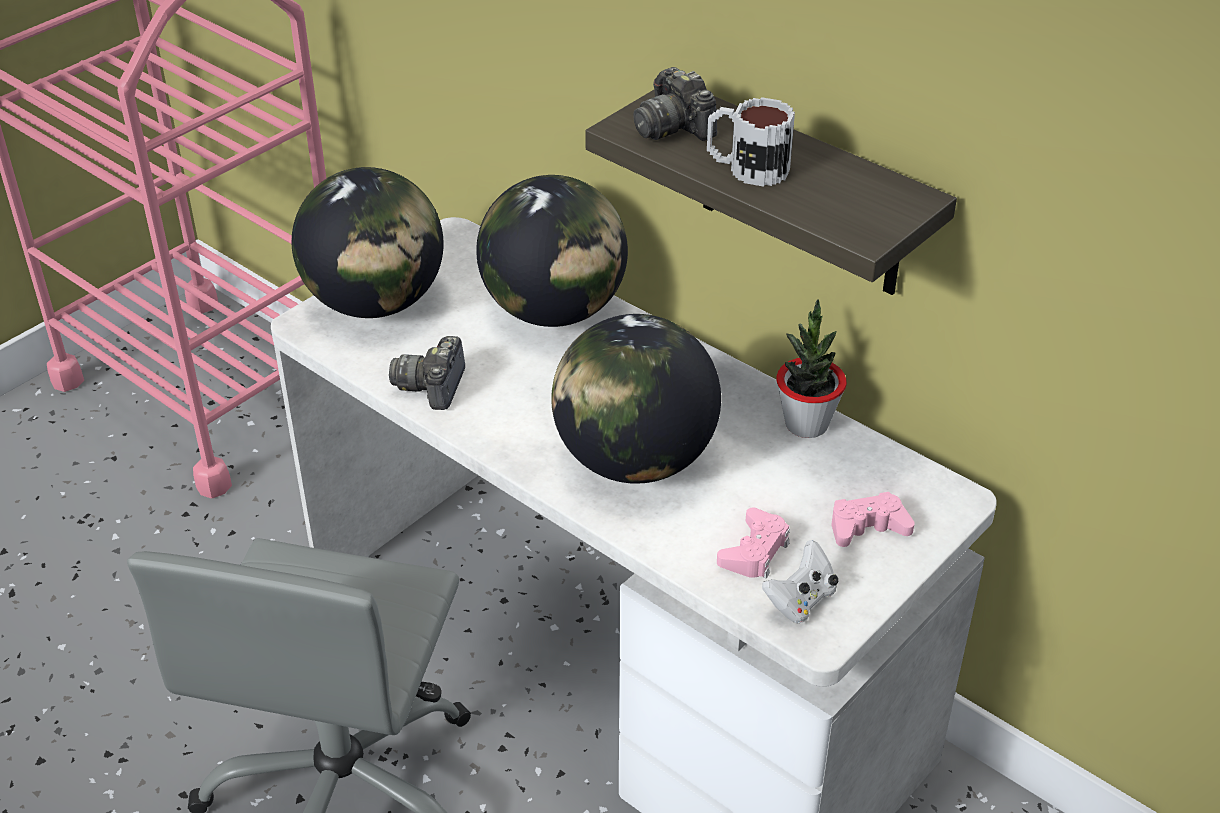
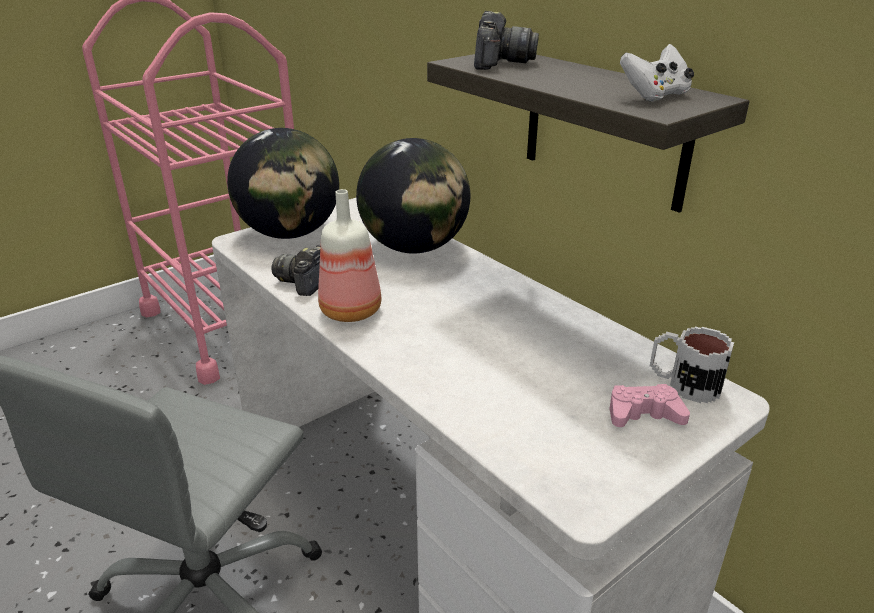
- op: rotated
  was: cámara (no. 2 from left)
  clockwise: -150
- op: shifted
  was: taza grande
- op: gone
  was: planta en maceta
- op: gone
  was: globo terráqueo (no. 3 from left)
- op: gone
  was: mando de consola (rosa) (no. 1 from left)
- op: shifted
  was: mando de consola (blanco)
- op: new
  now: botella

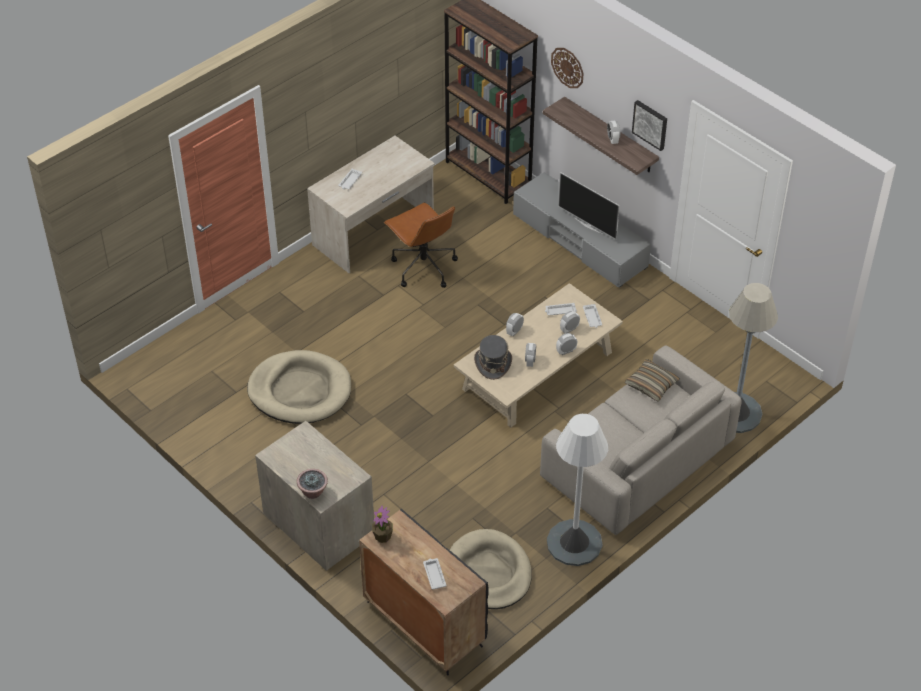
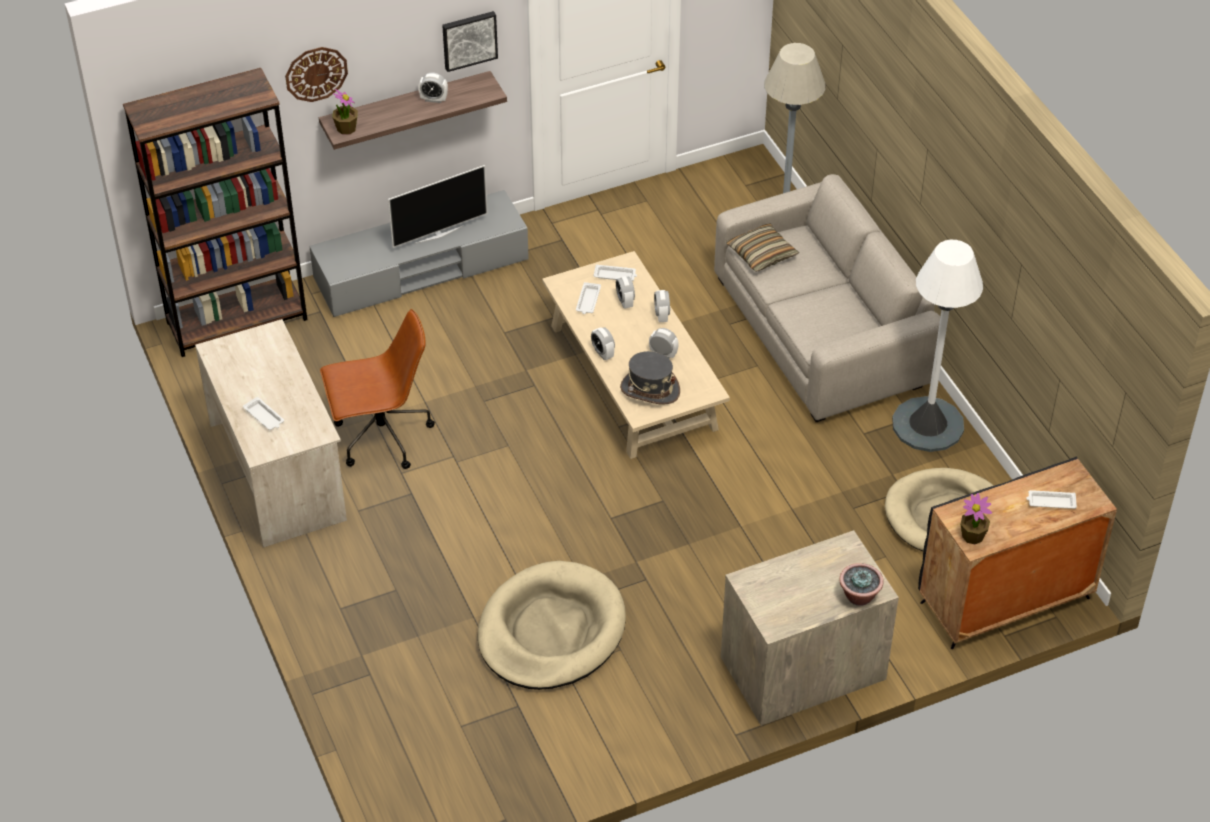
- op: new
  now: planta en maceta (no. 1 from left)

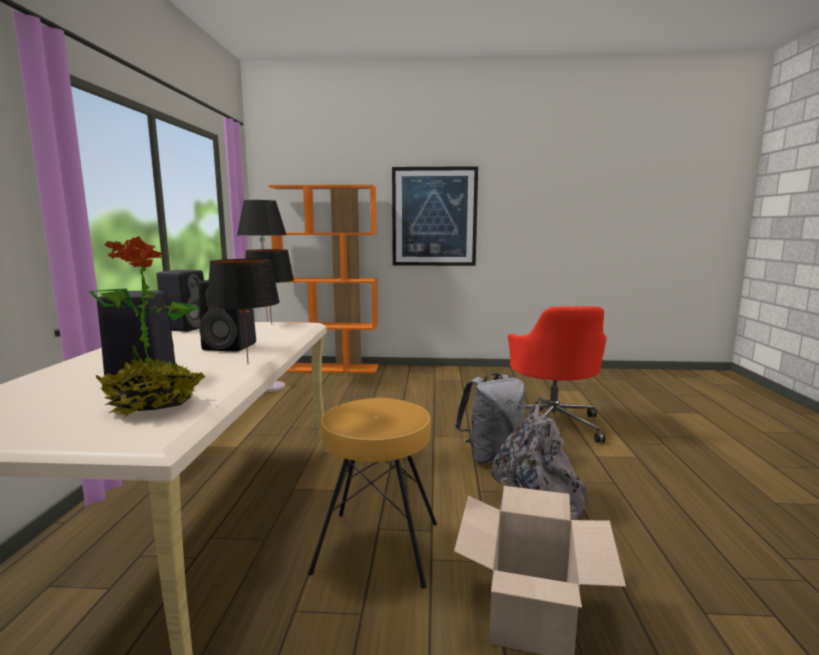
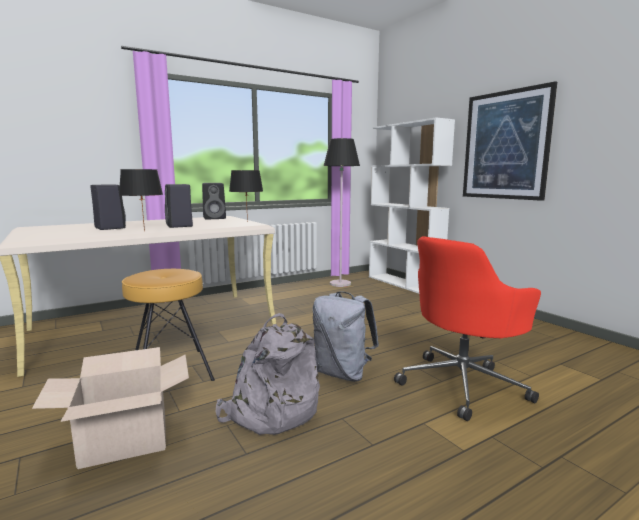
- op: repainted
  was: estantería (naranja)
  now: estantería (blanco)
- op: gone
  was: planta en maceta

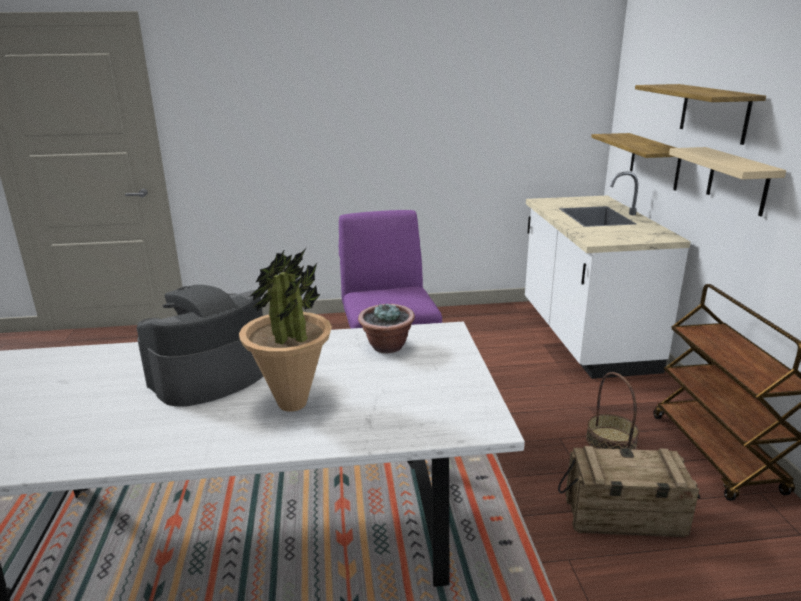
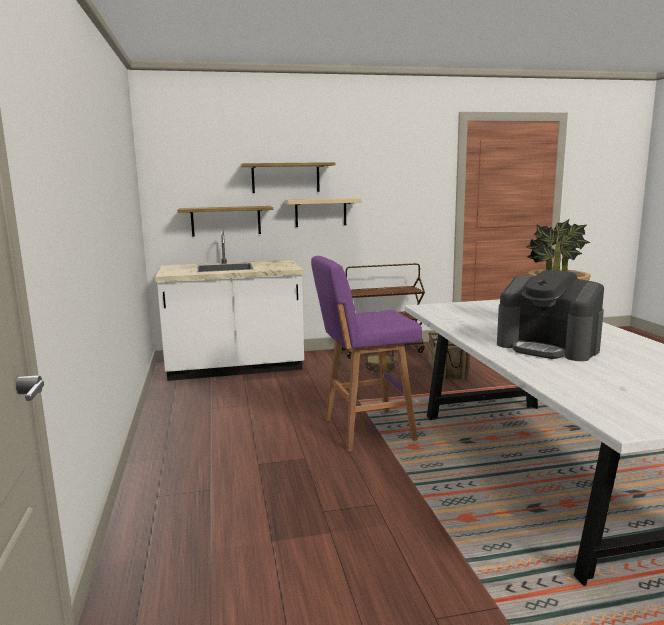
- op: gone
  was: planta en maceta (no. 2 from left)

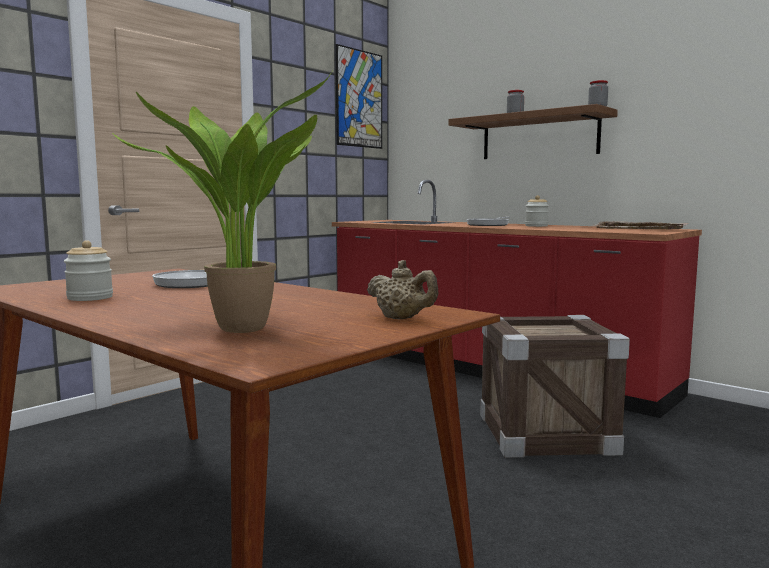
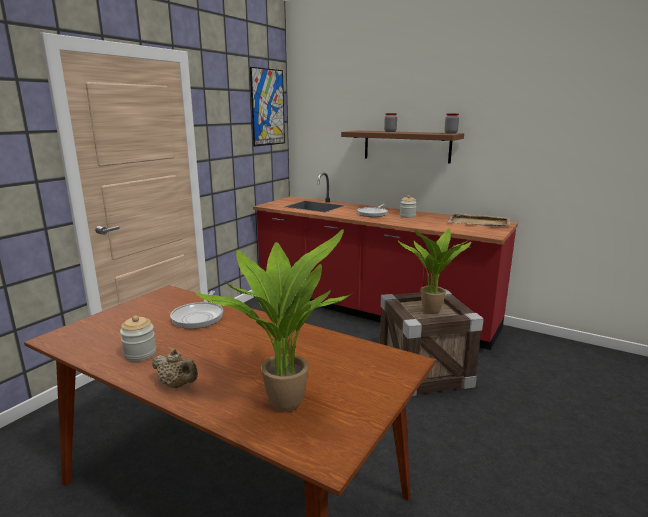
- op: shifted
  was: tetera (beis)
- op: new
  now: planta en maceta (no. 2 from left)

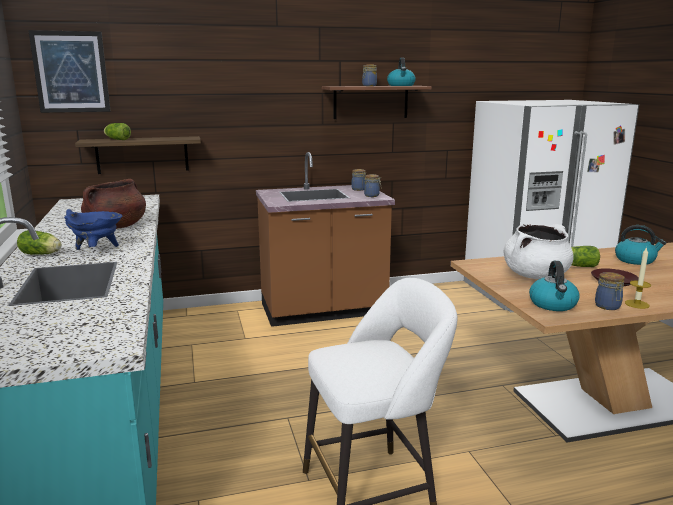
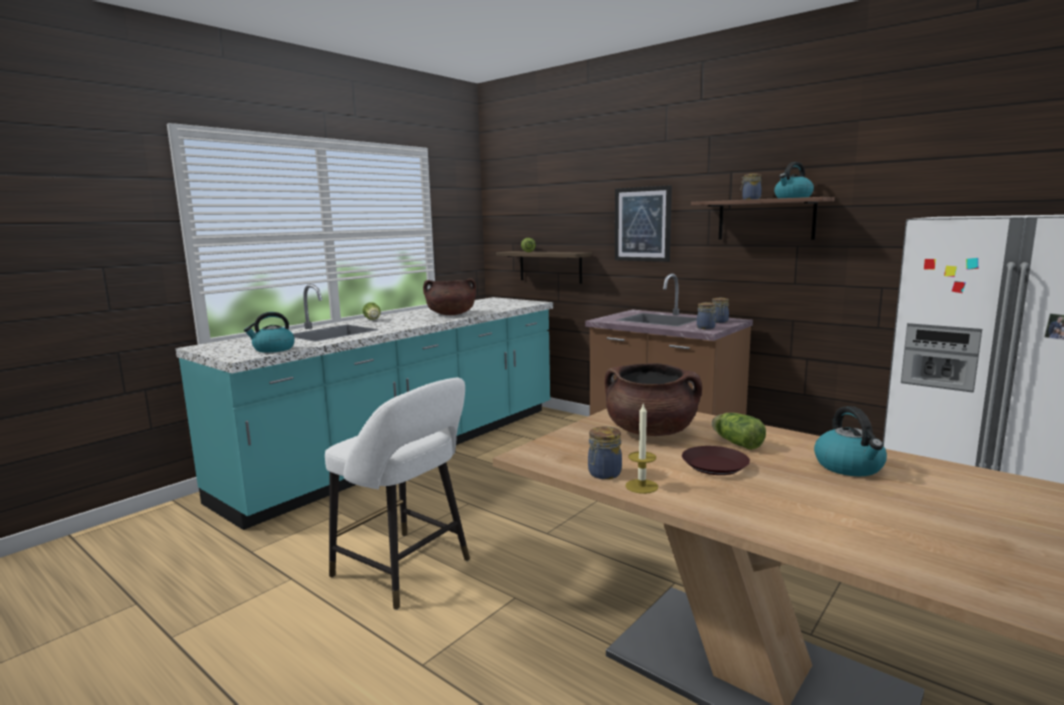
- op: shifted
  was: cuadro
- op: gone
  was: olla (azul)
- op: repainted
  was: olla (blanco)
  now: olla (marrón) (no. 2 from left)
- op: shifted
  was: hervidor (no. 2 from left in the first image)
  now: hervidor (no. 1 from left)

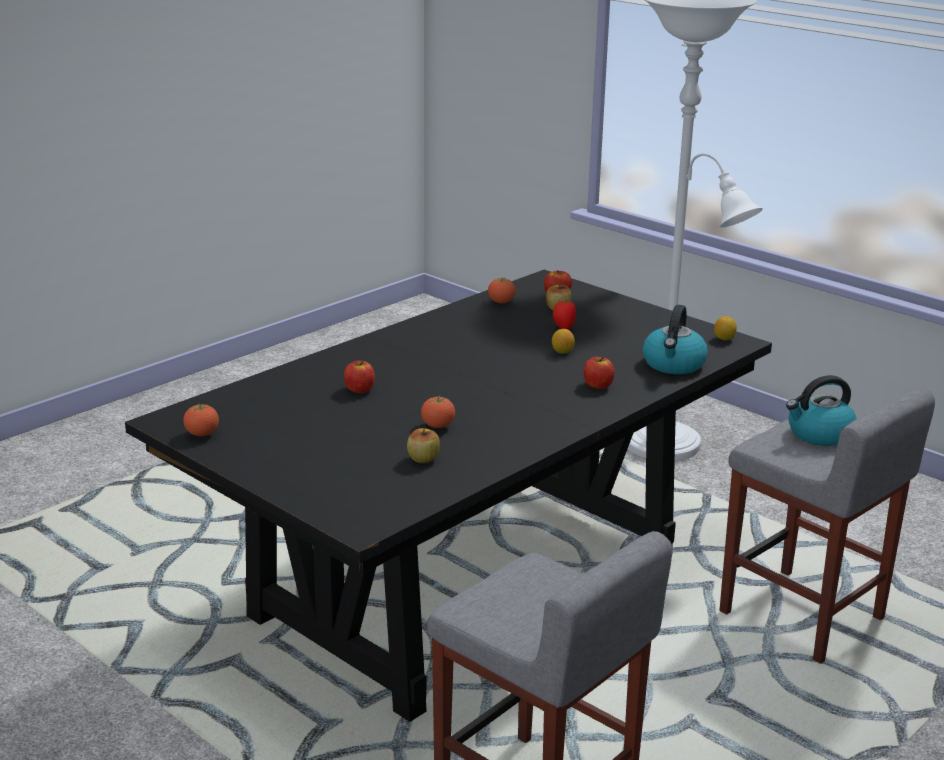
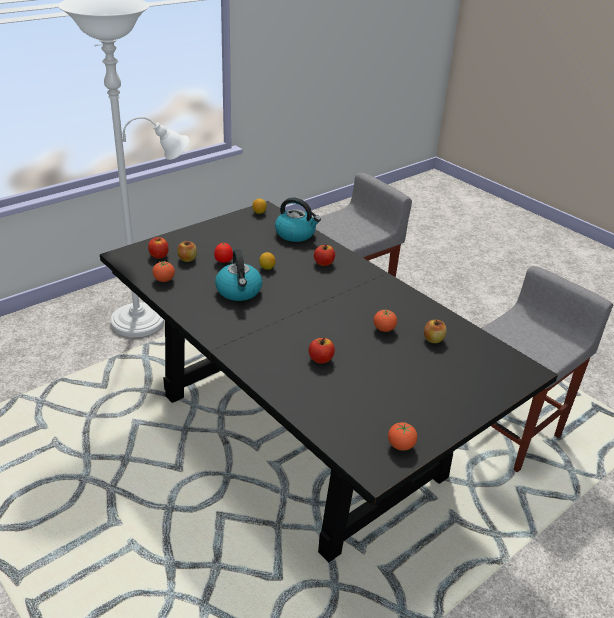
- op: shifted
  was: hervidor (no. 2 from left in the first image)
  now: hervidor (no. 1 from left)

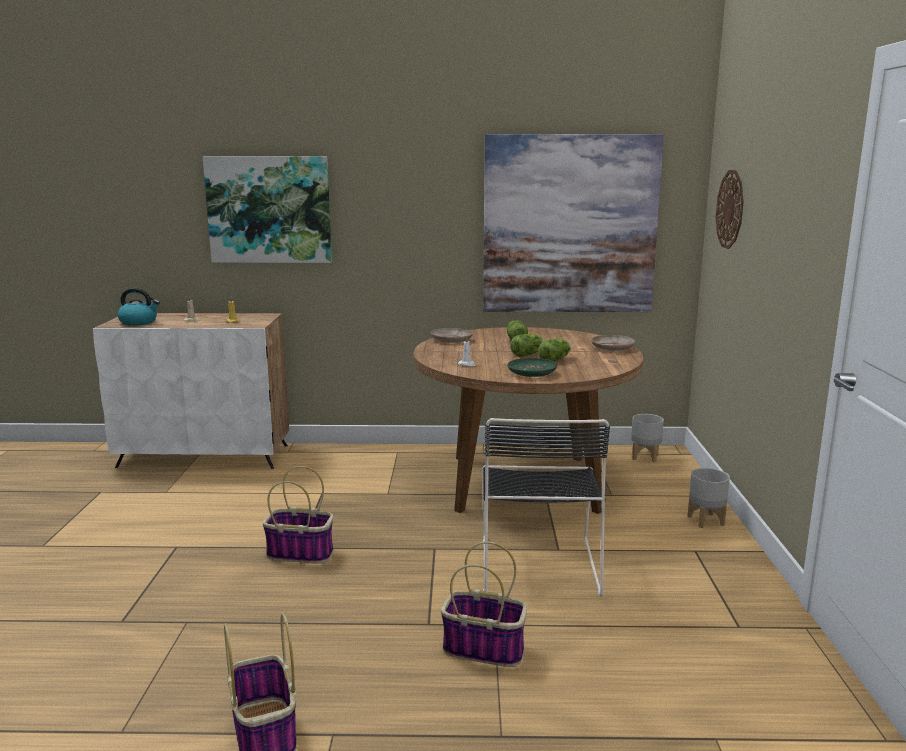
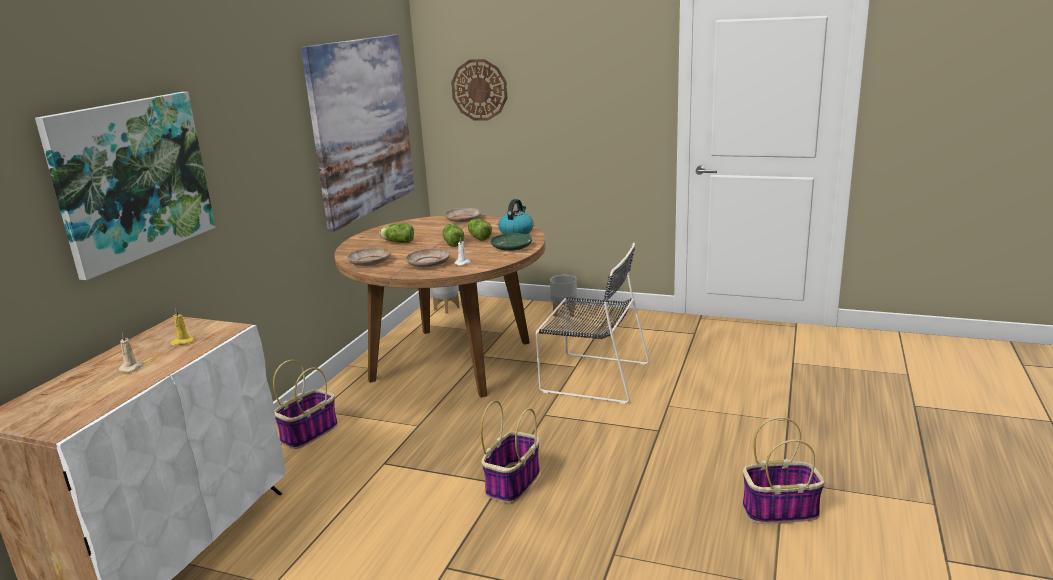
- op: shifted
  was: hervidor
- op: shifted
  was: cesta (no. 3 from left in the first image)
  now: cesta (no. 1 from left)
- op: new
  now: plato (beis) (no. 2 from left)

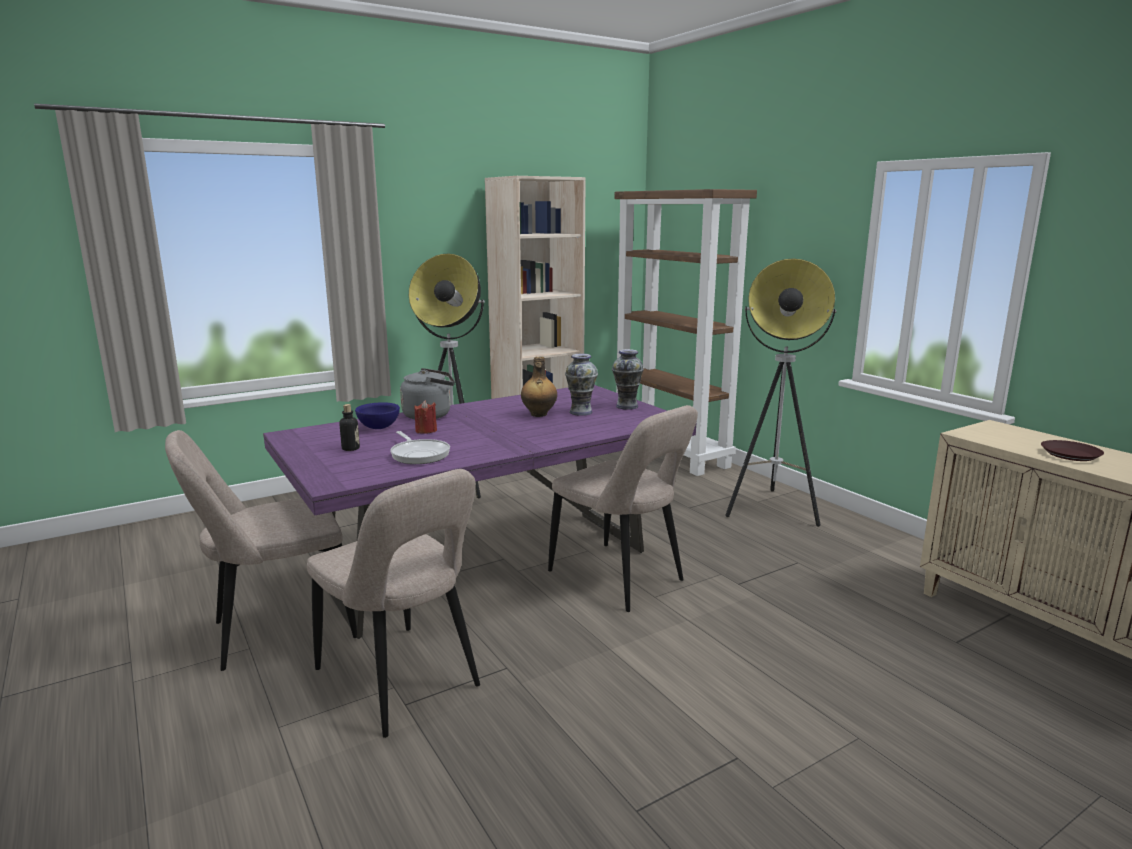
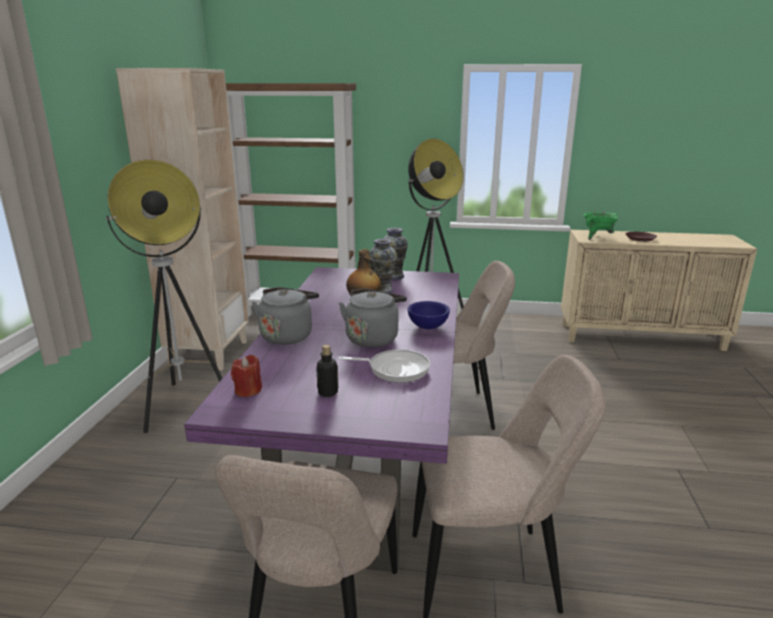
- op: shifted
  was: vela (rojo)
- op: shifted
  was: cuenco (azul)
- op: new
  now: olla (verde)
- op: new
  now: hervidor (gris) (no. 2 from left)

